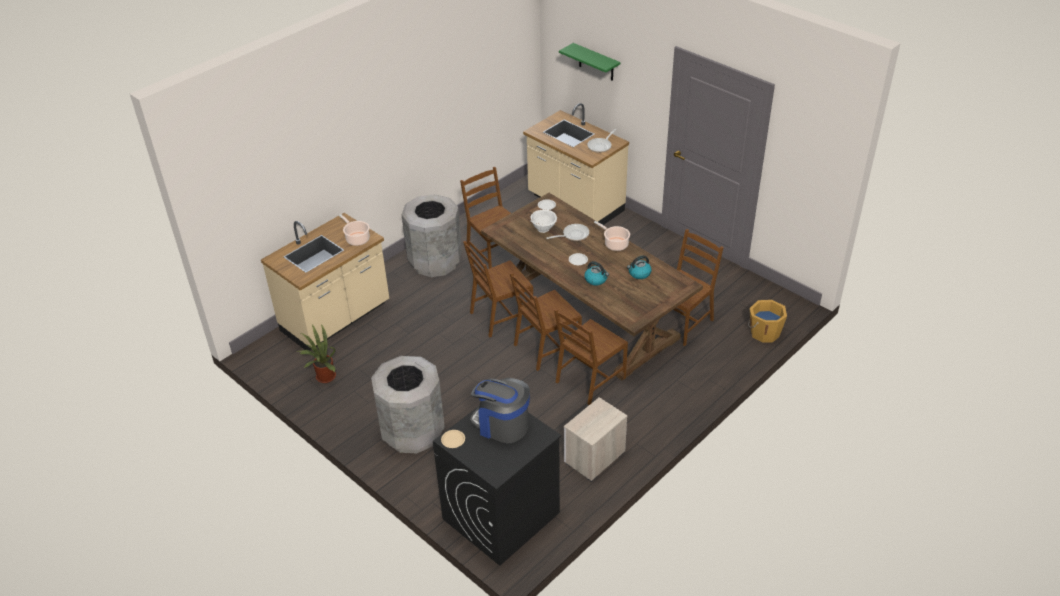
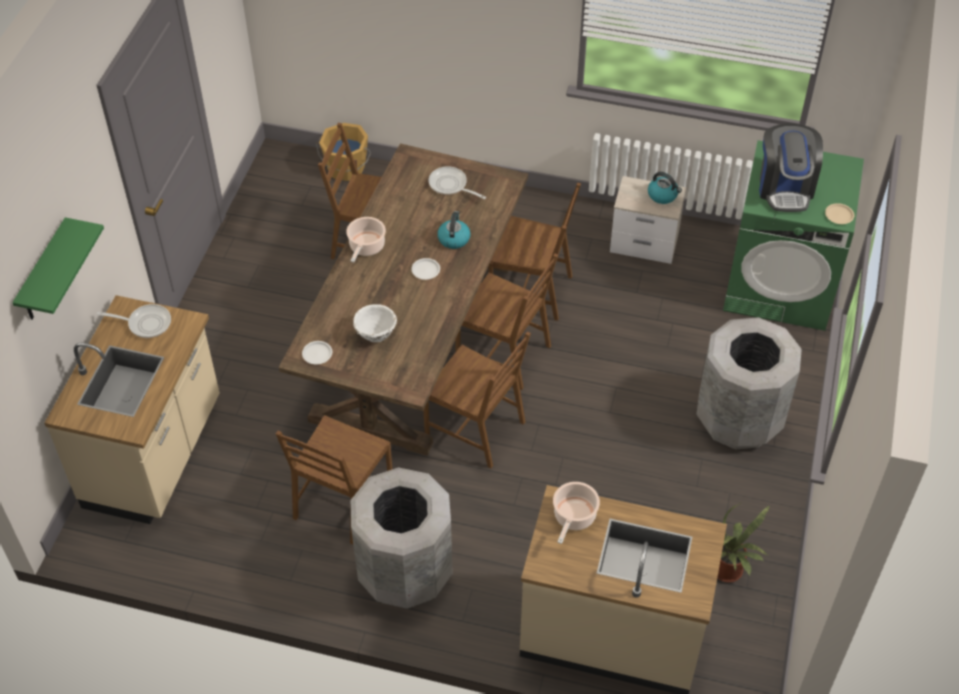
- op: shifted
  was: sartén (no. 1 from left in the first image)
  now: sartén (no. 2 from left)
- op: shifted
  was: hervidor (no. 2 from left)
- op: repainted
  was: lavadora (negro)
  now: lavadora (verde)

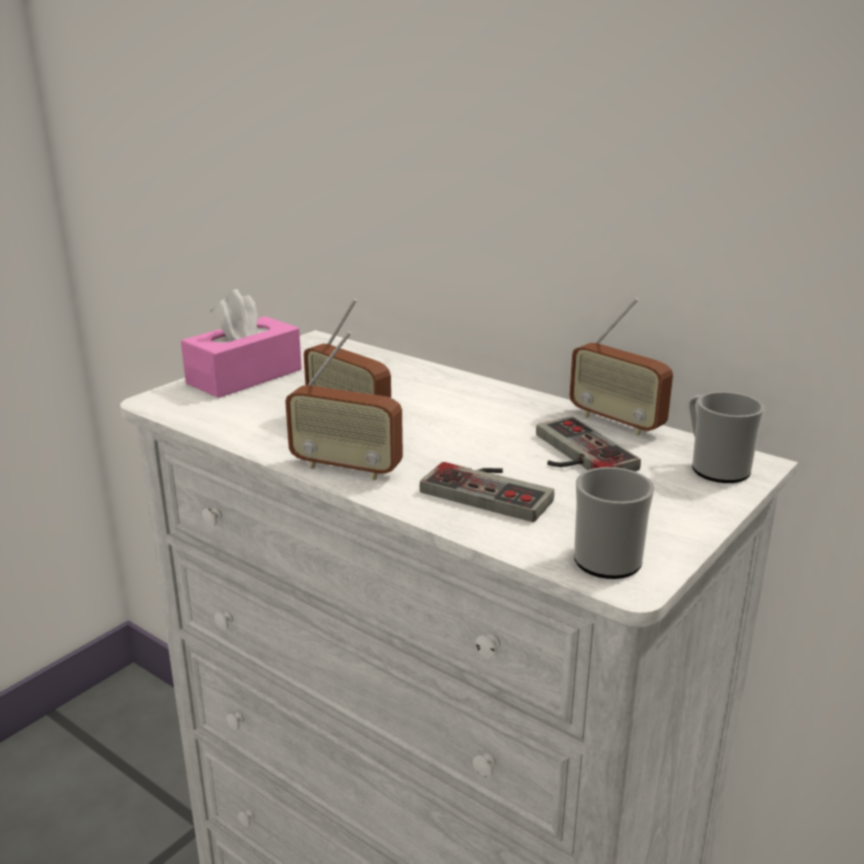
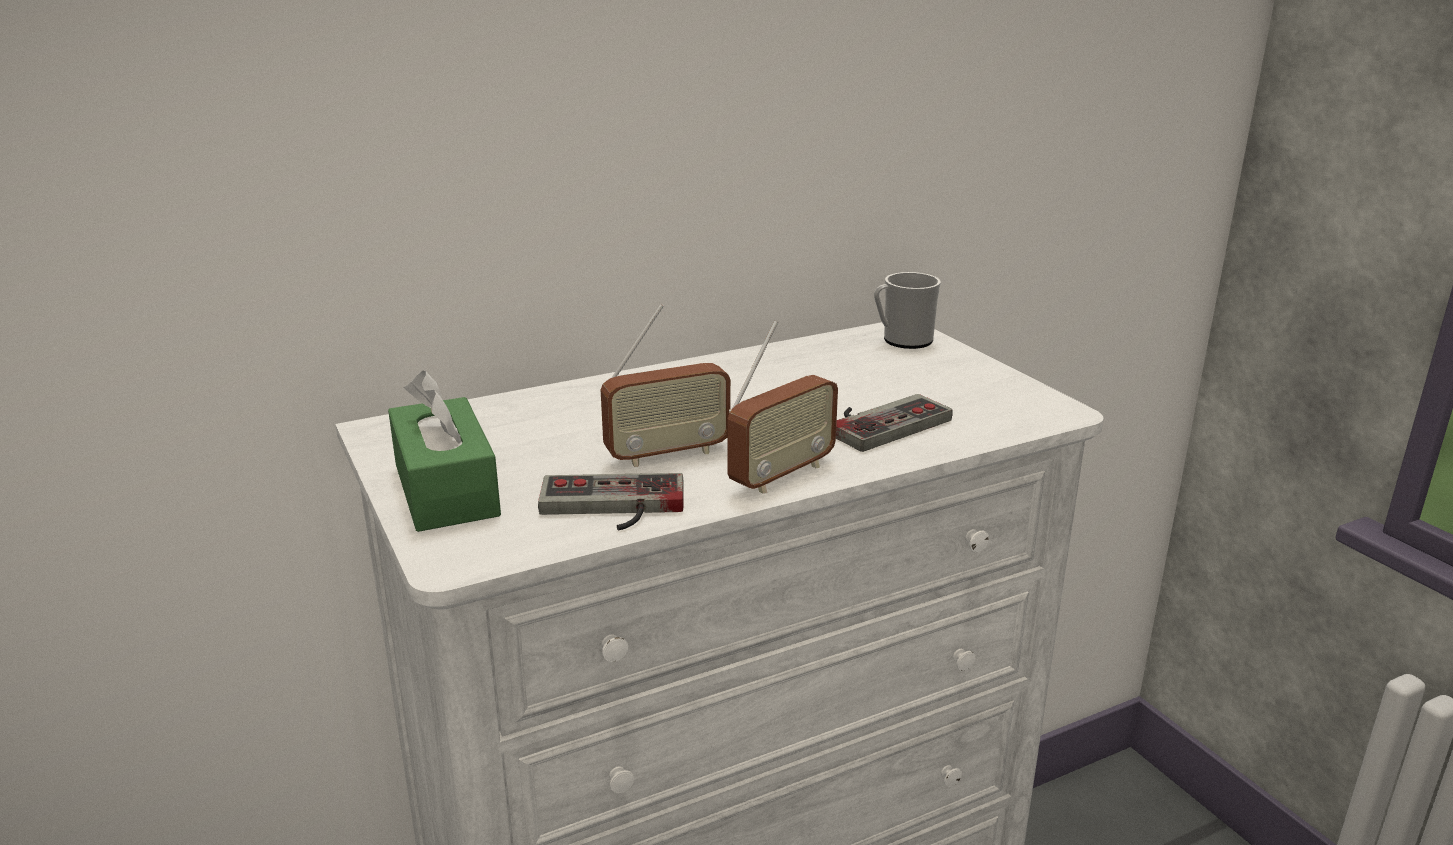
- op: repainted
  was: caja de pañuelos (rosa)
  now: caja de pañuelos (verde)
- op: gone
  was: radio (no. 3 from left)
- op: shifted
  was: mando de consola (no. 2 from left in the first image)
  now: mando de consola (no. 1 from left)
- op: gone
  was: taza grande (no. 1 from left)

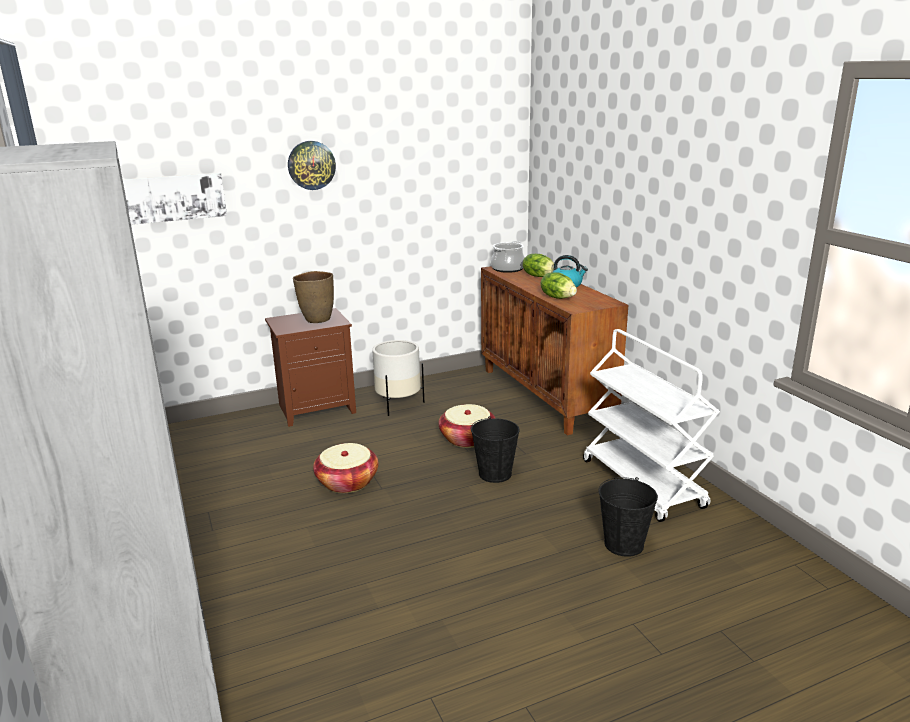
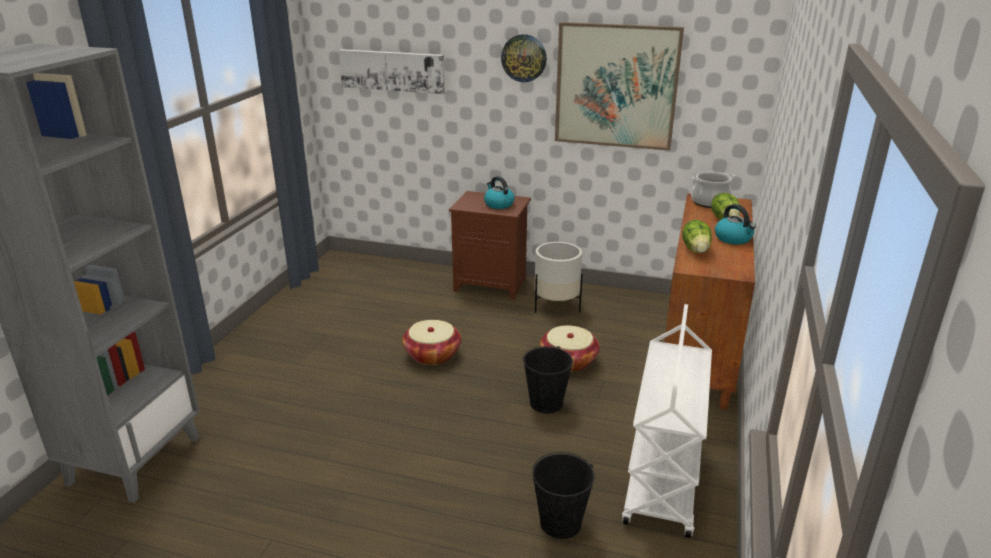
- op: swapped
  was: florero (marrón)
  now: hervidor (no. 1 from left)
- op: new
  now: cuadro (no. 2 from left)

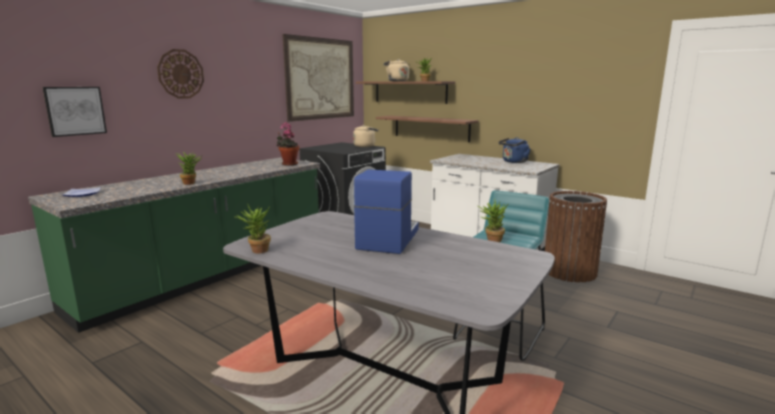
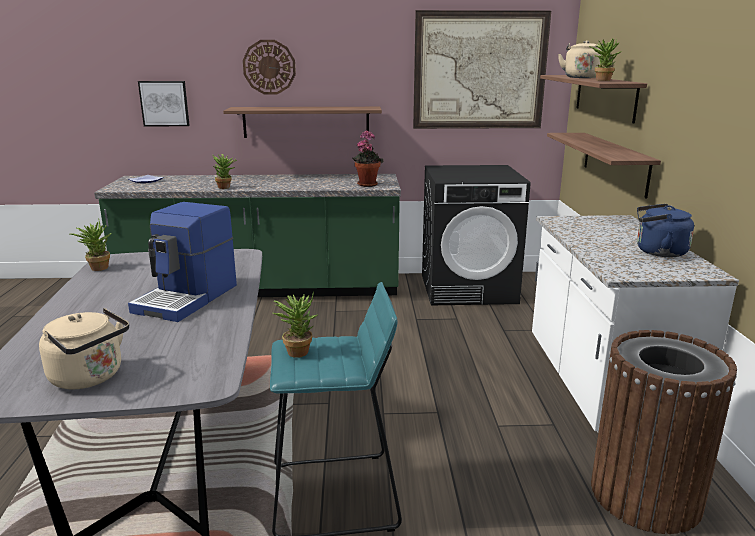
- op: shifted
  was: hervidor (beis) (no. 1 from left)
- op: rotated
  was: cafetera
  clockwise: 135
- op: new
  now: estante (no. 1 from left)

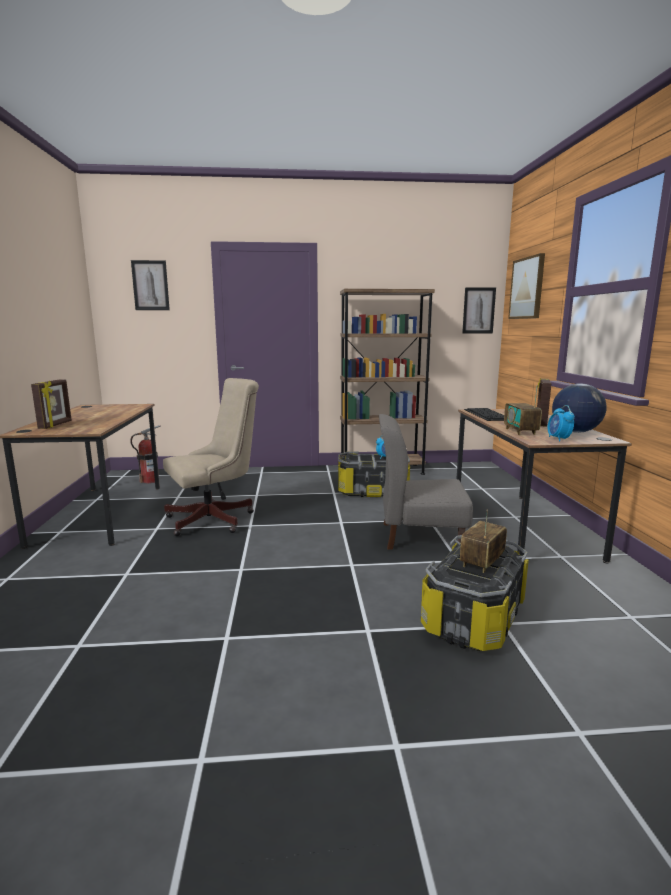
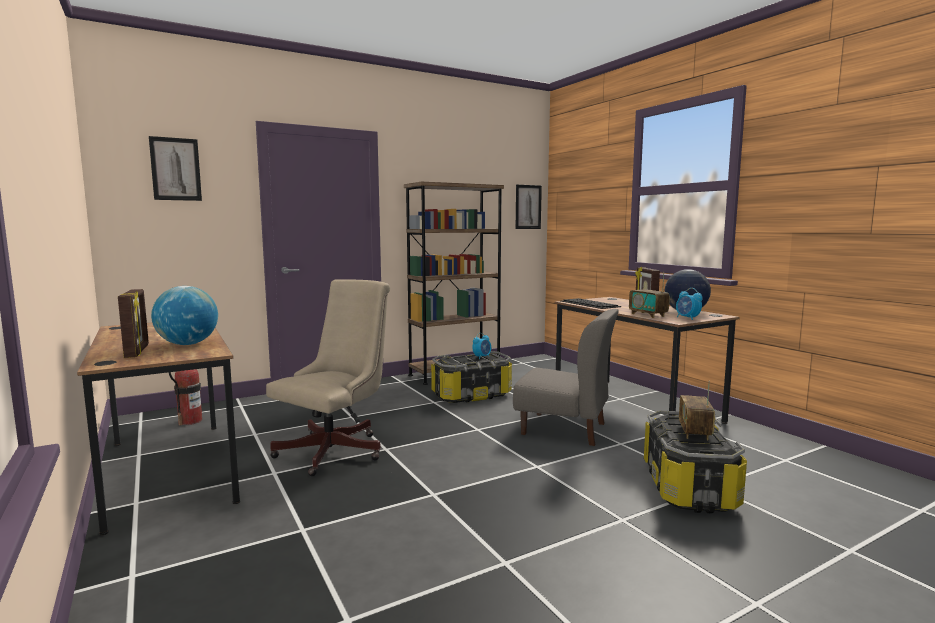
- op: gone
  was: cuadro (no. 3 from left)
- op: rotated
  was: silla (gris)
  clockwise: -135
- op: new
  now: globo terráqueo (no. 1 from left)

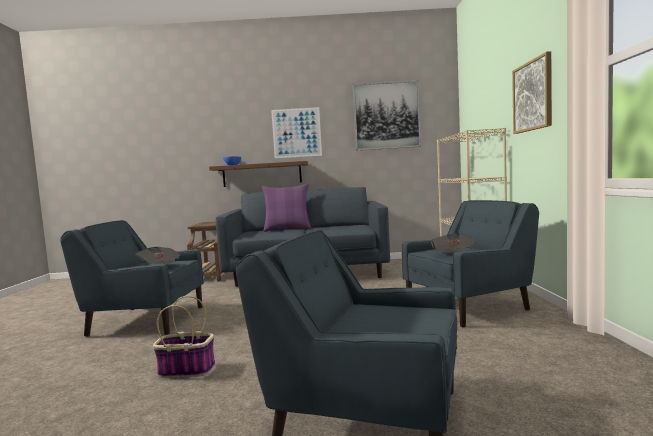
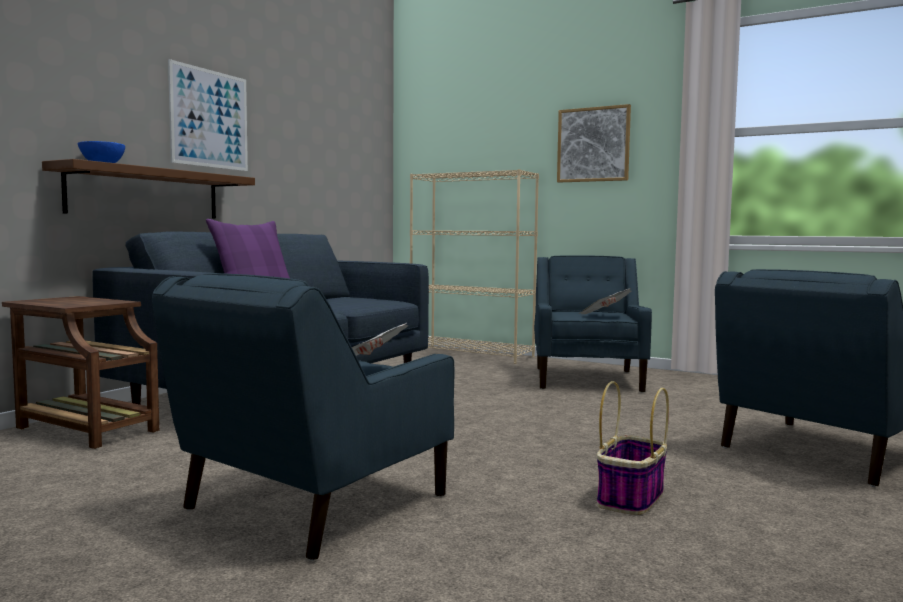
- op: gone
  was: cuadro (no. 2 from left)

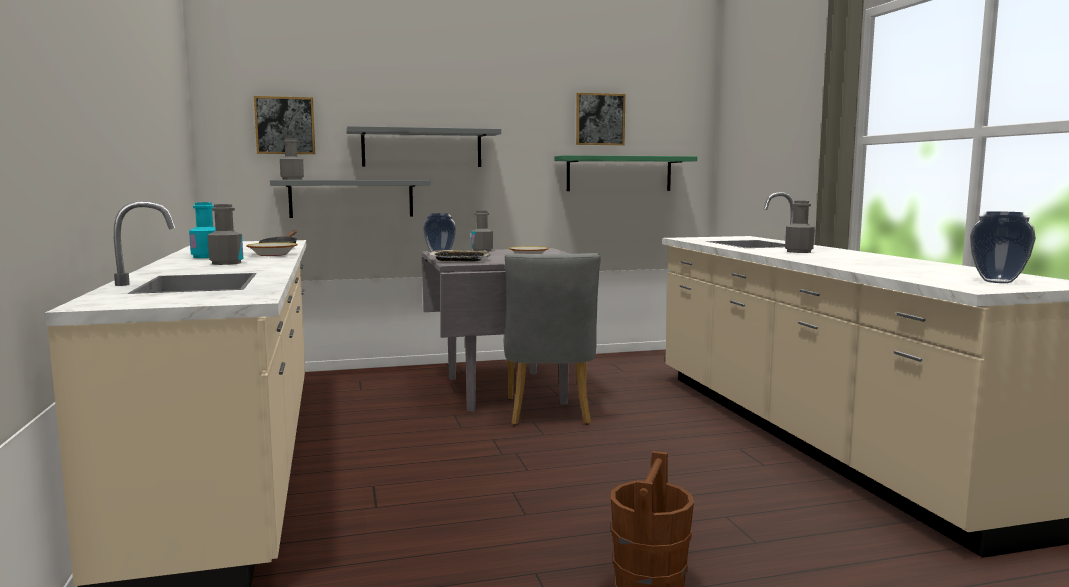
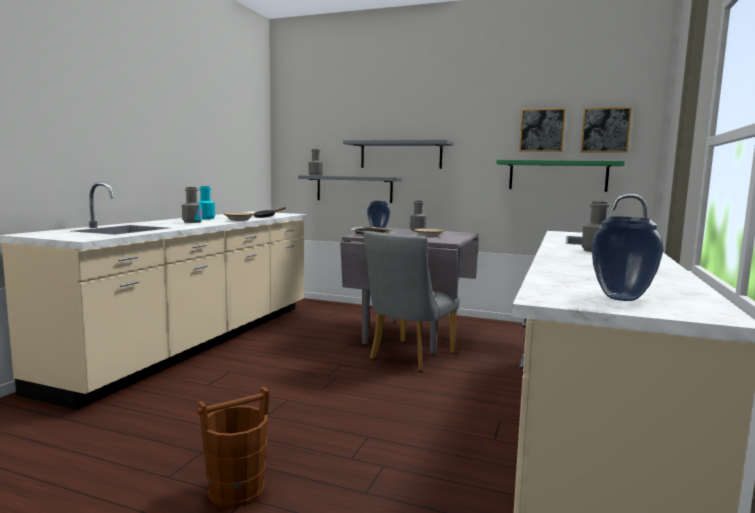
- op: shifted
  was: cuadro (no. 1 from left in the first image)
  now: cuadro (no. 2 from left)

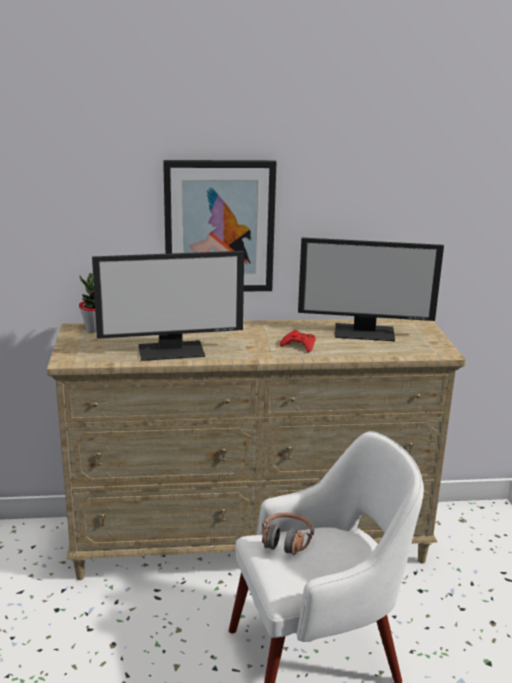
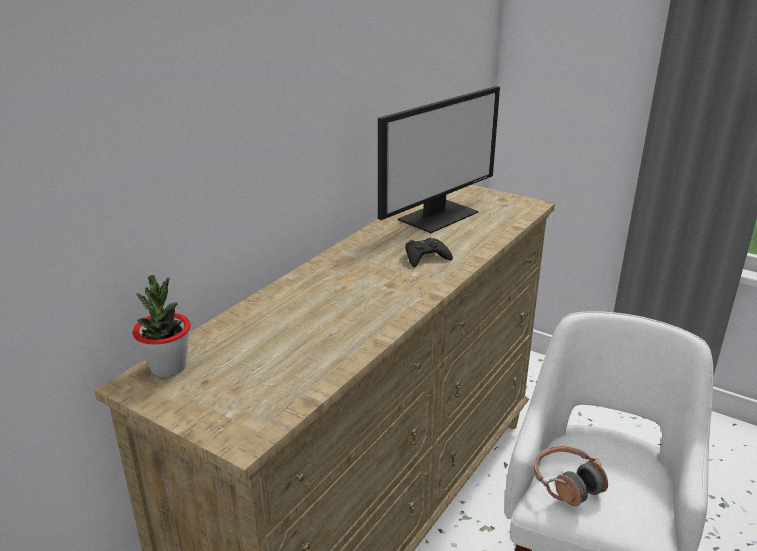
- op: gone
  was: cuadro
- op: gone
  was: monitor (no. 1 from left)
- op: repainted
  was: mando de consola (rojo)
  now: mando de consola (negro)

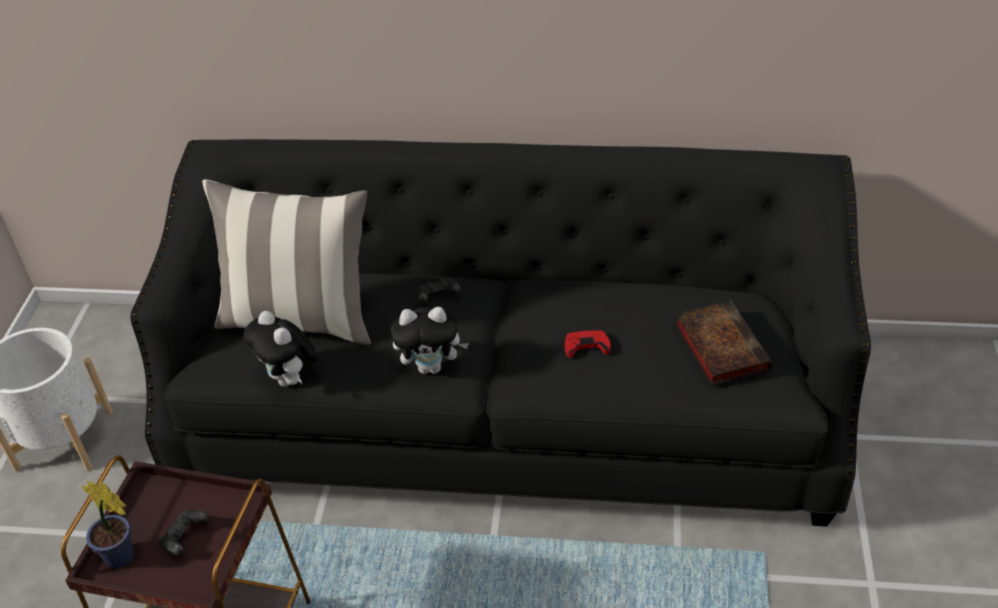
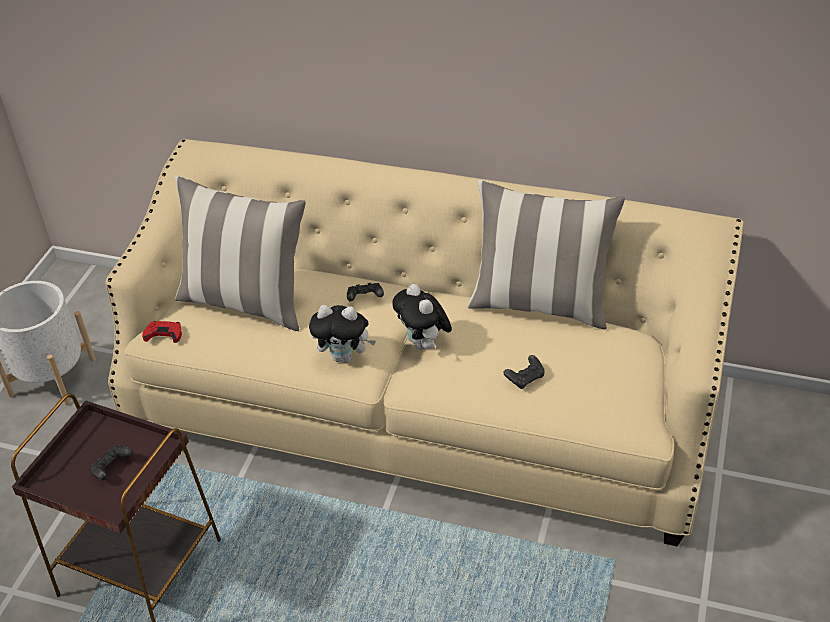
- op: repainted
  was: sofá (negro)
  now: sofá (beis)
- op: gone
  was: libro
- op: shifted
  was: peluche (no. 1 from left in the first image)
  now: peluche (no. 2 from left)
- op: shifted
  was: mando de consola (rojo)
- op: gone
  was: planta en maceta
- op: new
  now: cojín (no. 2 from left)
- op: new
  now: mando de consola (negro) (no. 3 from left)

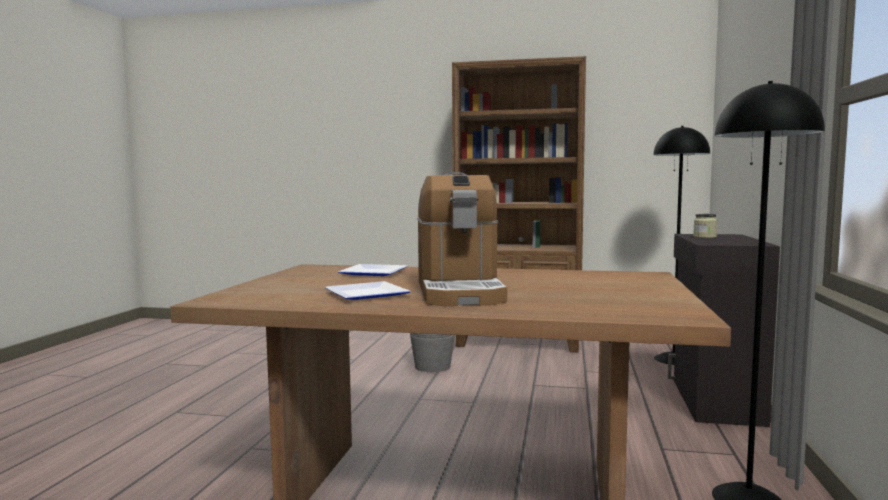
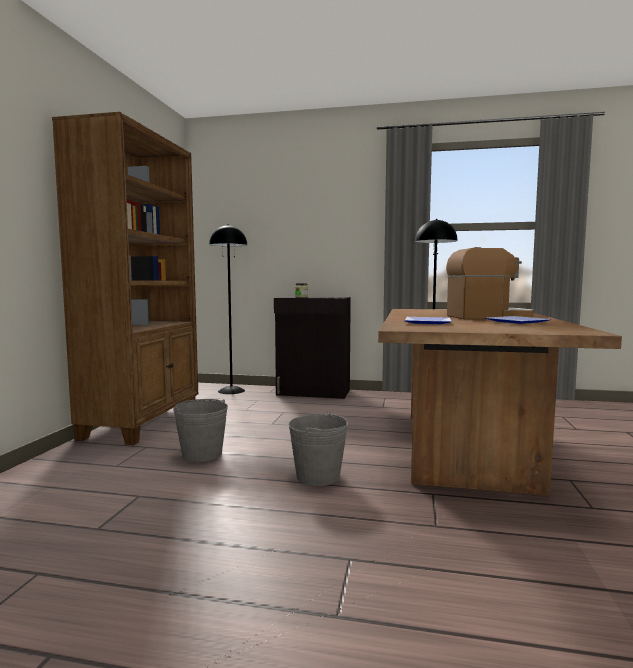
- op: new
  now: cubo (gris) (no. 2 from left)

